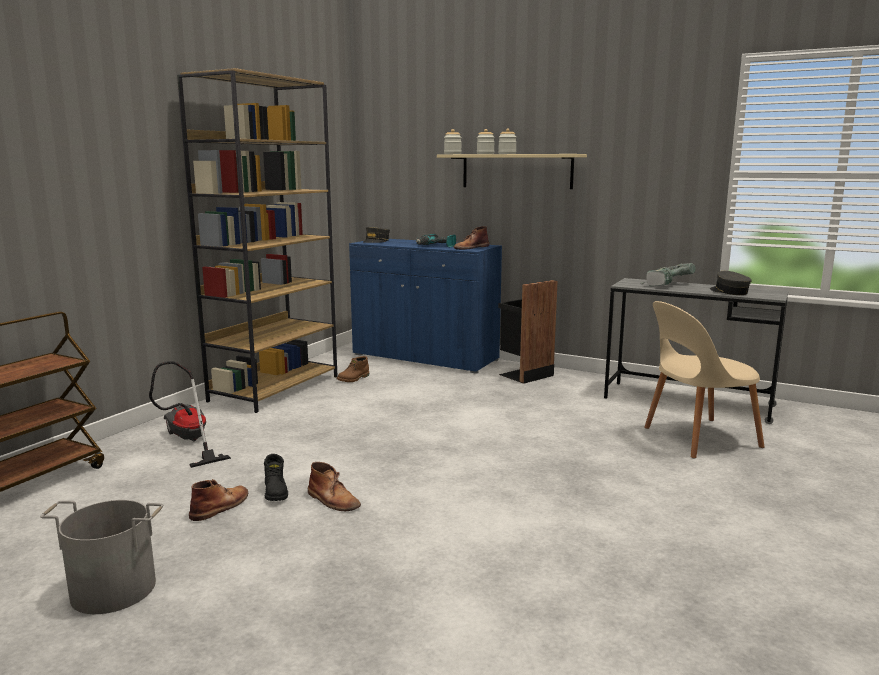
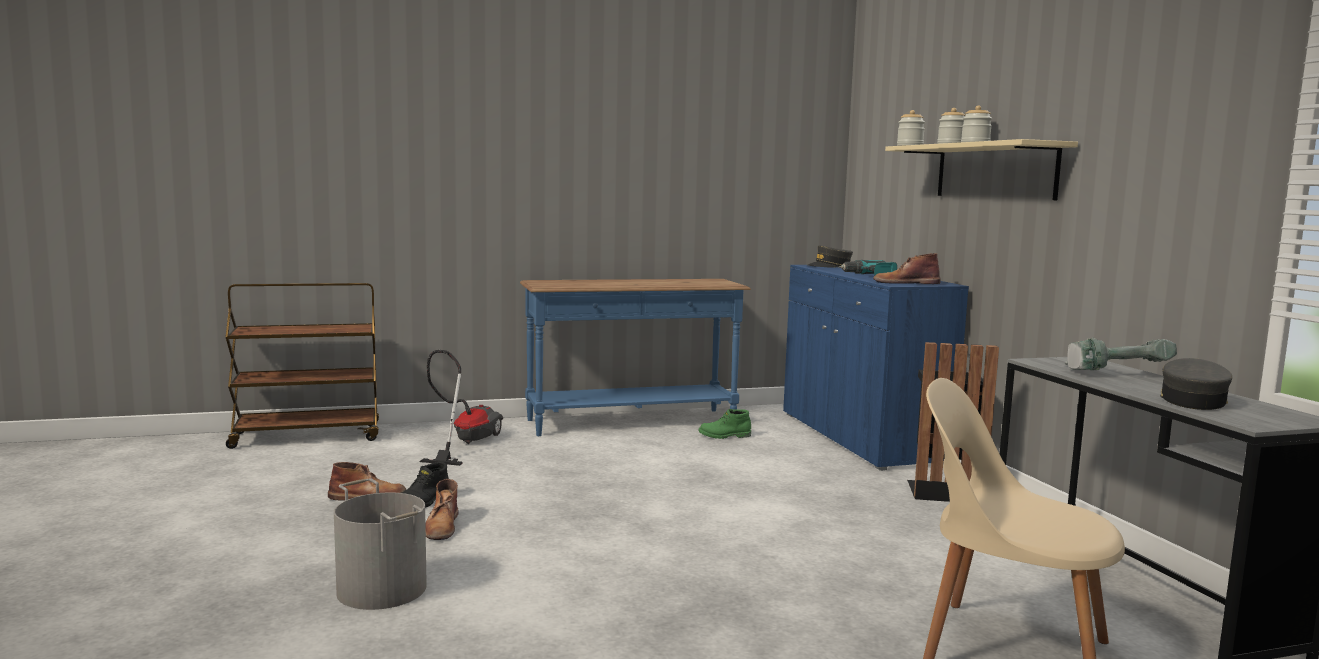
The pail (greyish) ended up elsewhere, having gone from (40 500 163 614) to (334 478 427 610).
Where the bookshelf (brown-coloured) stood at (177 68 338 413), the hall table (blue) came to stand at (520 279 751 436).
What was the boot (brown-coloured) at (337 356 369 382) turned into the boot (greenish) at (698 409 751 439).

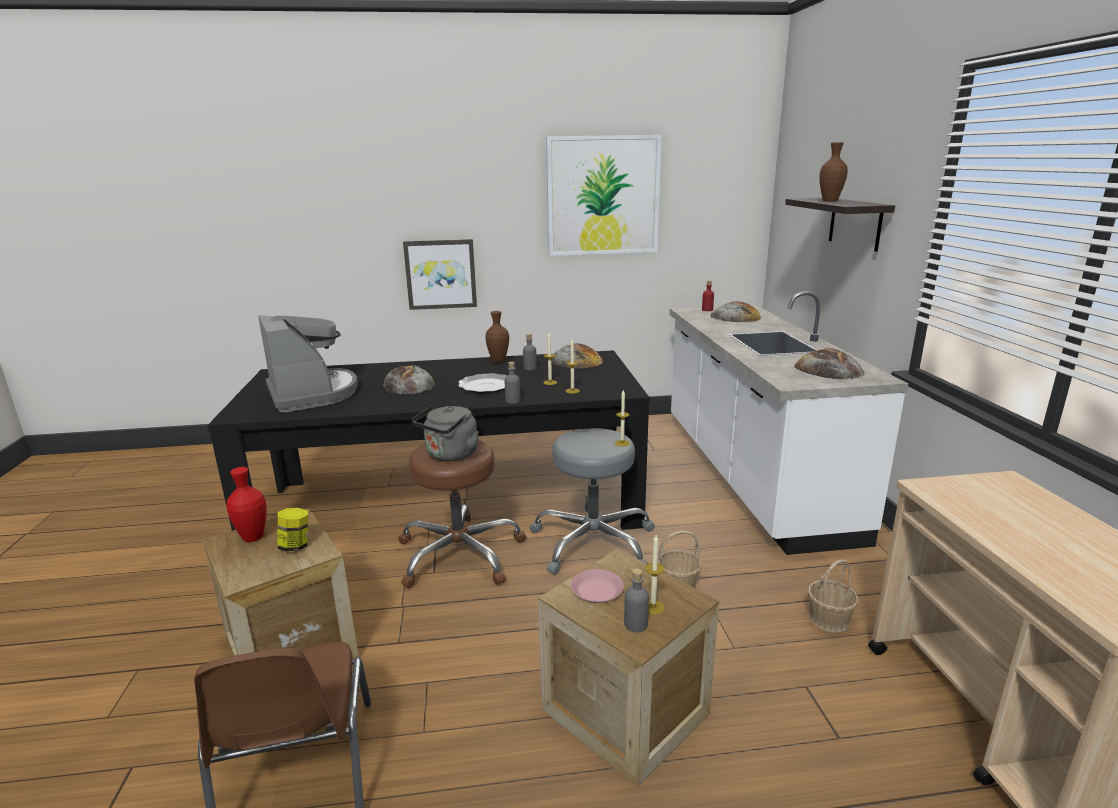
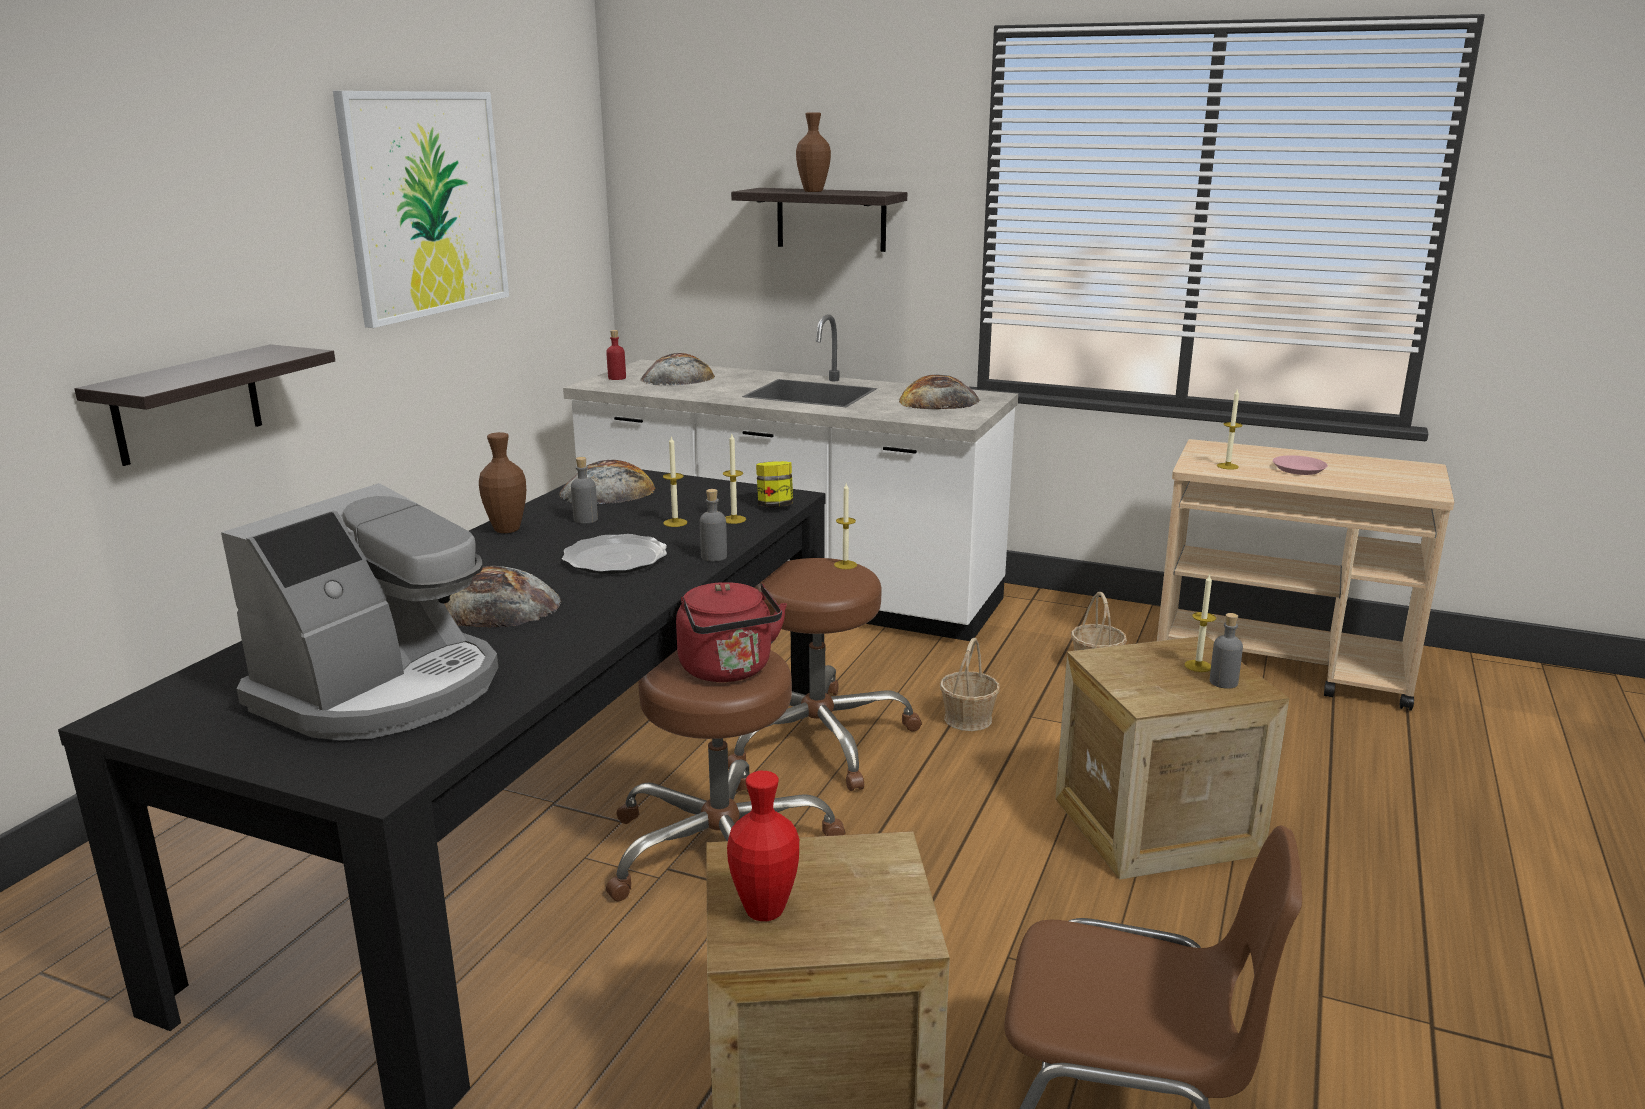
The coffee machine at (258 315 358 412) ended up facing another way, 120 degrees clockwise from before.
The preserve jar ended up elsewhere, having gone from (277 508 308 552) to (756 461 793 507).
Where the picture hung at (403 239 477 310), the shelf came to hang at (74 344 335 466).
What was the tea kettle (greyish) at (412 405 479 461) turned into the tea kettle (red) at (676 582 787 682).
What was the stool seat (greyish) at (530 428 655 575) turned into the stool seat (brown-coloured) at (728 558 922 791).
The flat dish (pink-coloured) ended up elsewhere, having gone from (571 569 624 603) to (1273 455 1328 475).
The second view gained the wax light at (1217 388 1243 470).

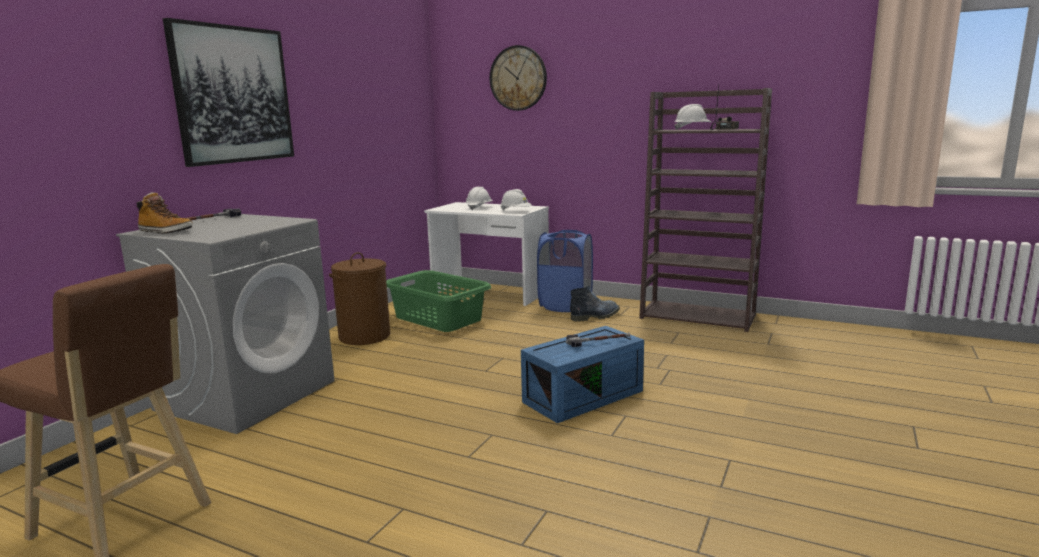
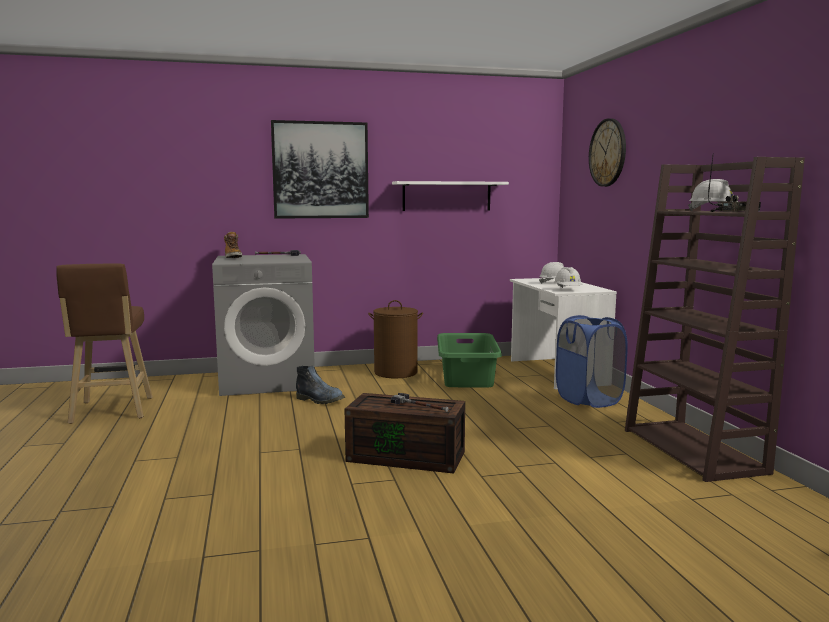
What was the storage container (blue) at (521 326 644 423) turned into the storage container (brown-coloured) at (345 393 465 474).
The boot ended up elsewhere, having gone from (570 286 620 322) to (296 366 345 404).
The second view gained the shelf (white) at (392 181 509 211).

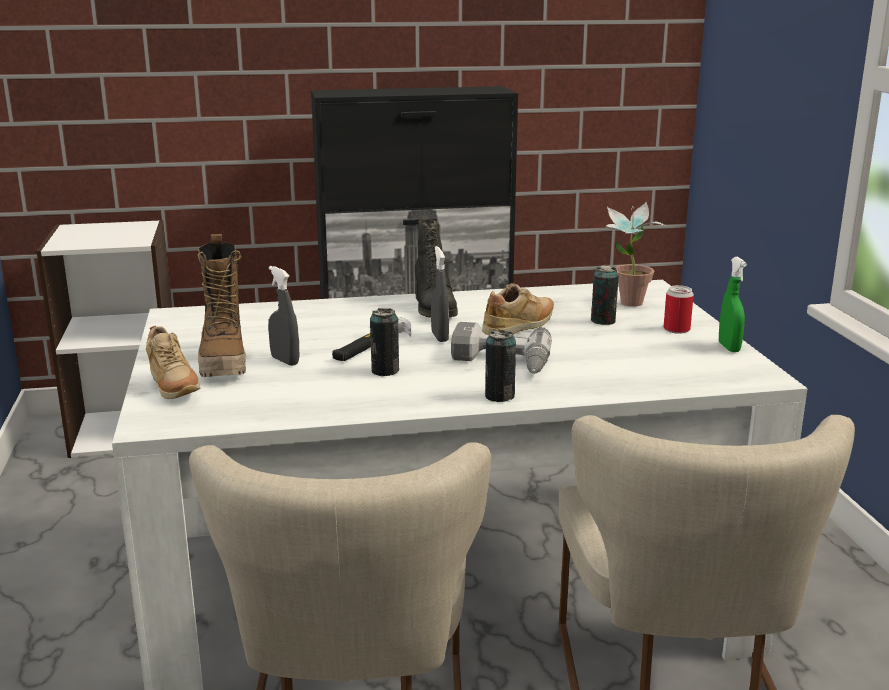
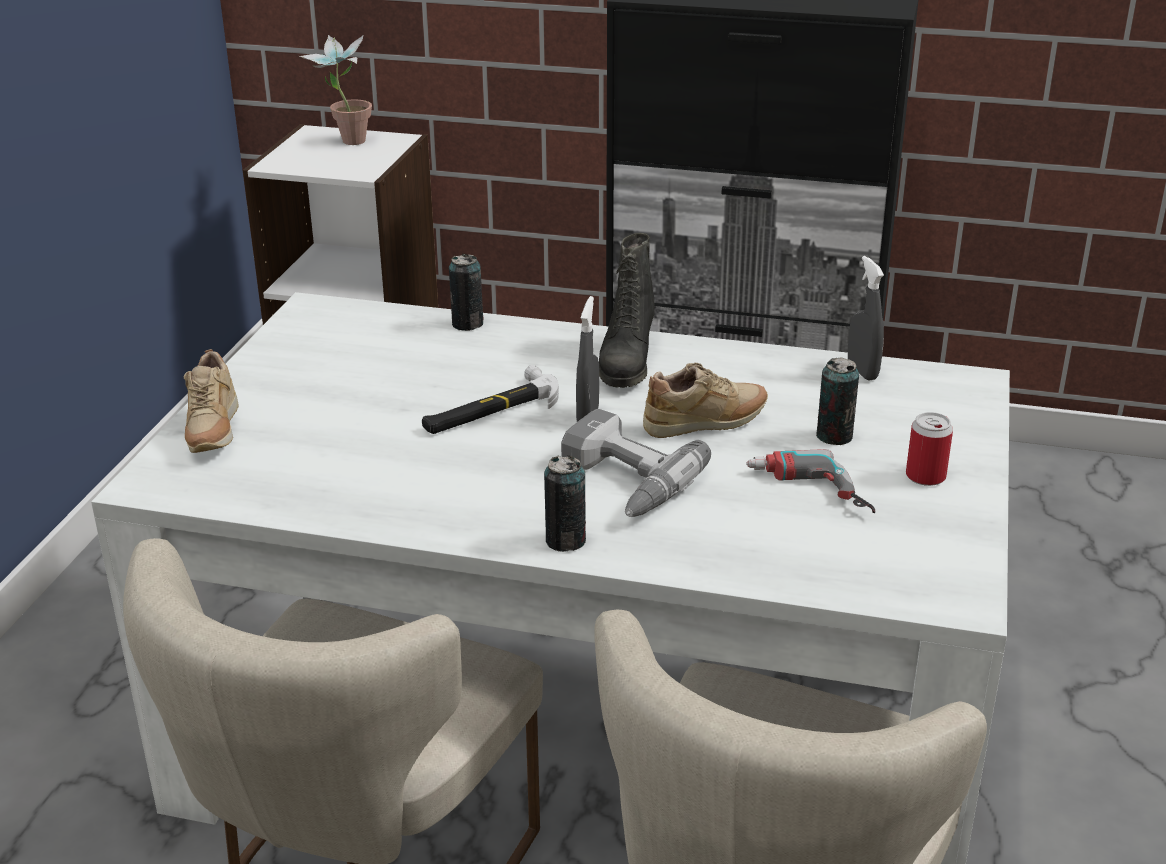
The second view lost the boot at (198 234 246 377).
The sprayer (greyish) ended up elsewhere, having gone from (268 266 299 366) to (848 256 884 381).
The can ended up elsewhere, having gone from (370 308 399 376) to (449 254 483 331).
The houseplant ended up elsewhere, having gone from (606 202 666 307) to (300 34 372 145).
The second view lost the sprayer (greenish) at (719 257 747 352).
The second view gained the electric drill at (746 449 875 513).

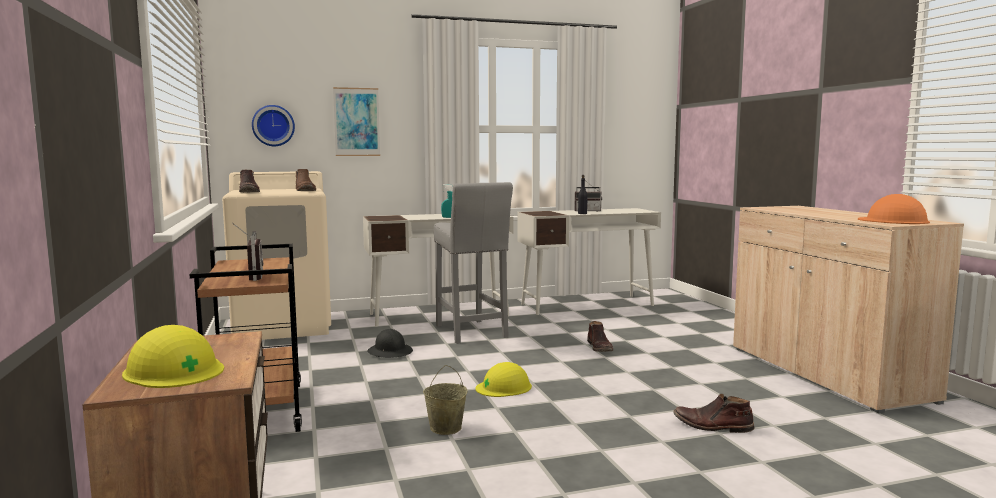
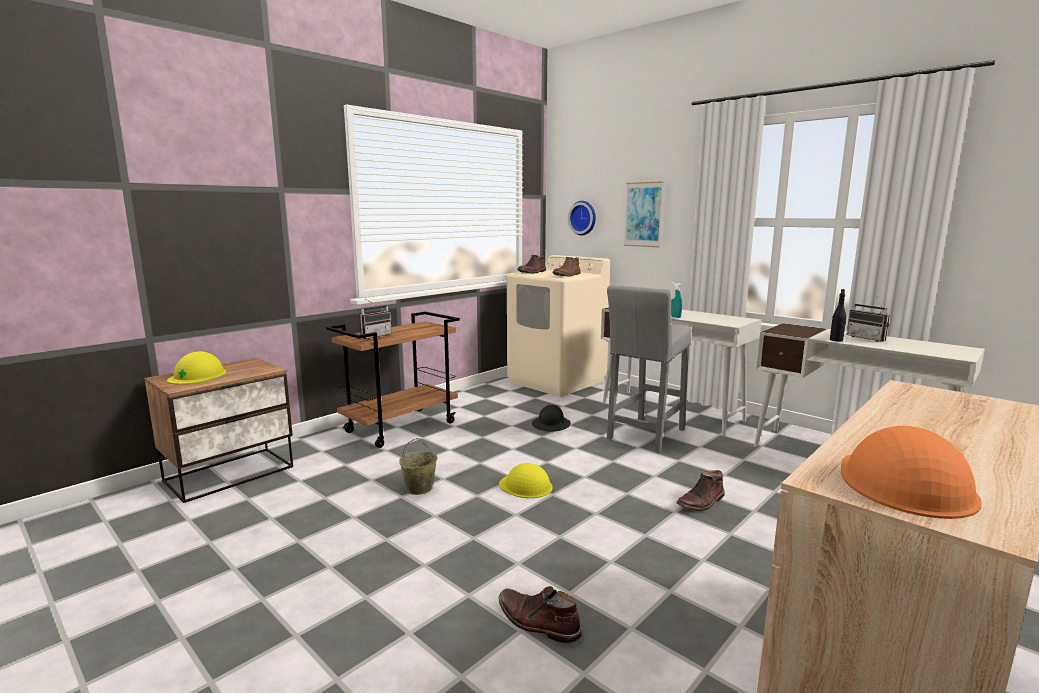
The boot (brown-coloured) at (673 394 755 433) ended up facing another way, 45 degrees counterclockwise from before.

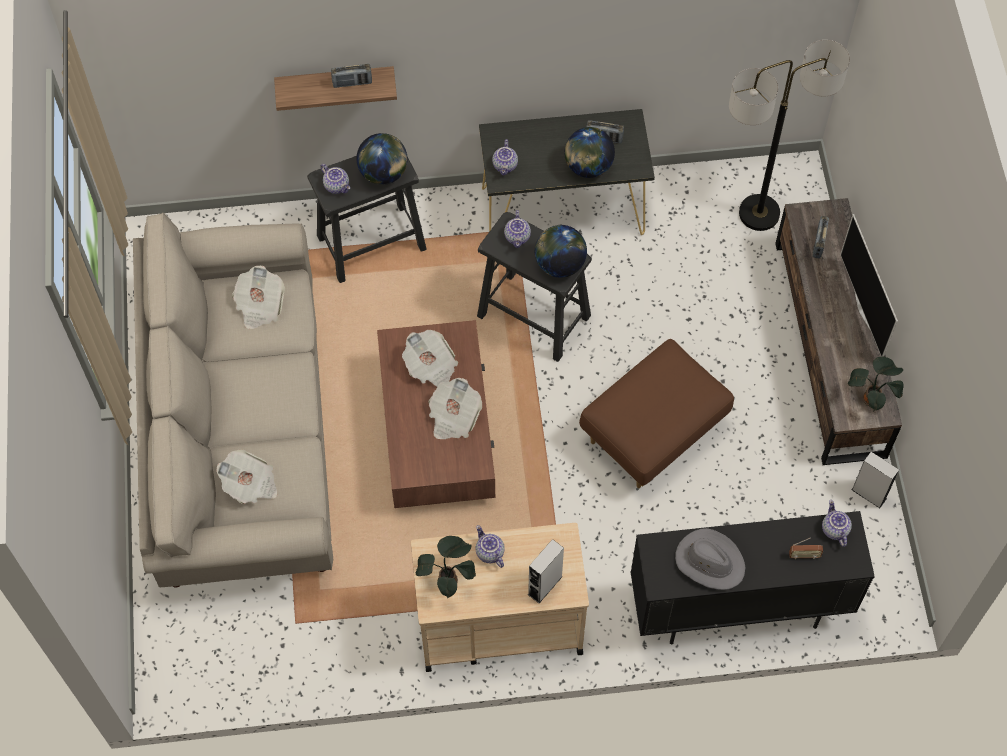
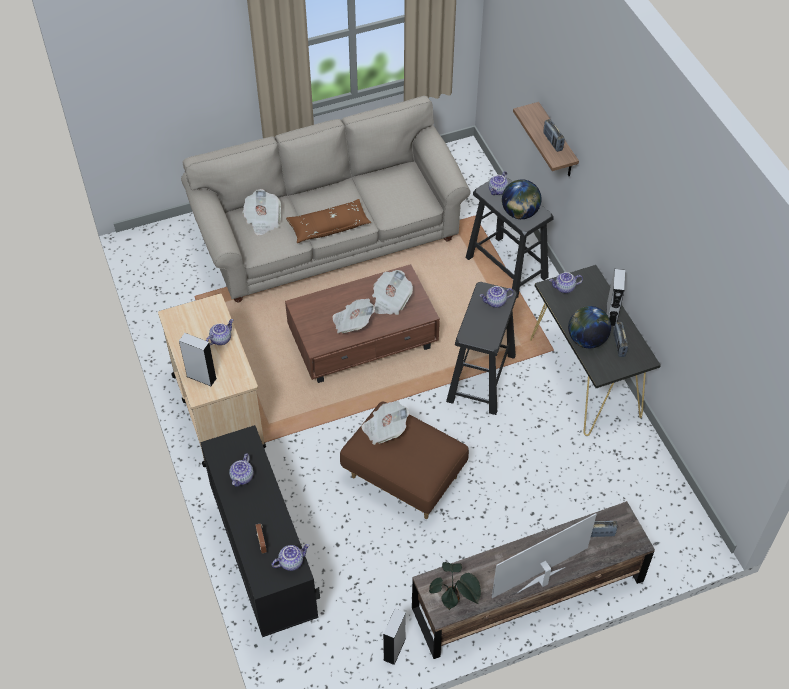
The printed paper ended up elsewhere, having gone from (232 266 285 329) to (361 401 409 445).
The second view lost the houseplant at (416 536 476 598).
The second view lost the world globe at (535 225 587 278).
Where the clothing hat (greyish) stood at (675 528 745 590), the teapot came to stand at (229 453 254 487).
The second view lost the floor lamp at (729 40 850 231).
The second view gained the throw pillow (brown-coloured) at (286 199 372 243).
The second view gained the loudspeaker (greyish) at (606 269 625 327).

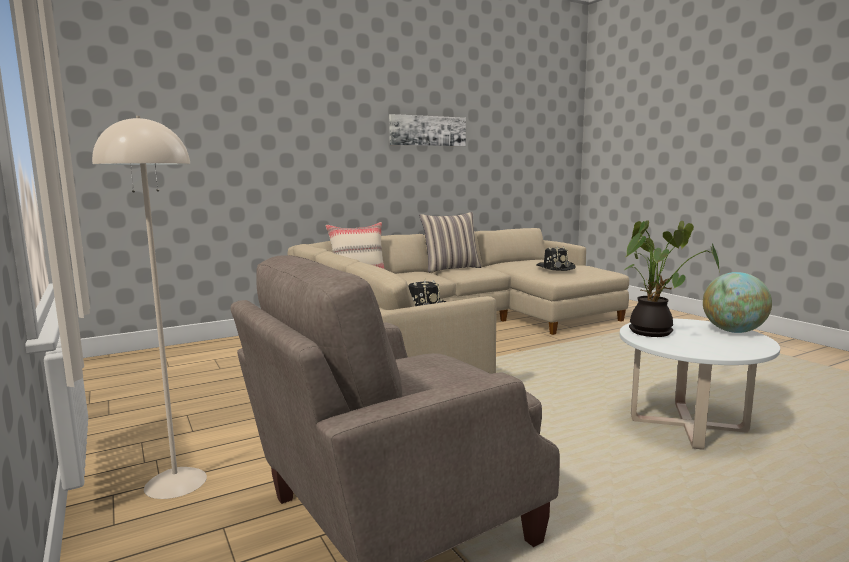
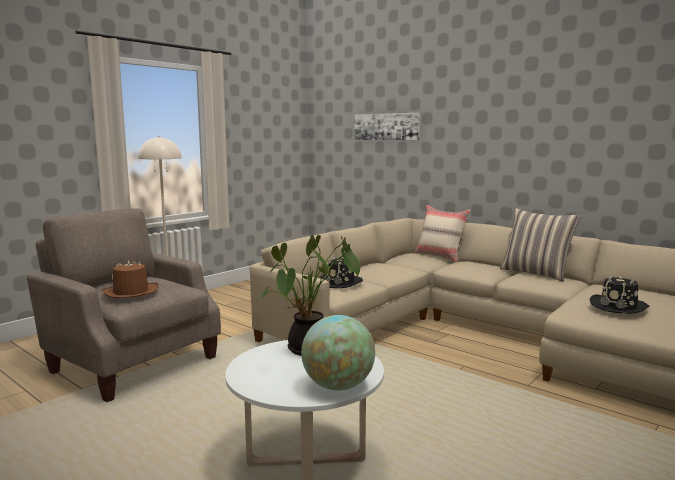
The picture ended up elsewhere, having gone from (389 114 466 146) to (355 113 420 140).
The second view gained the clothing hat (brown-coloured) at (102 260 159 298).

